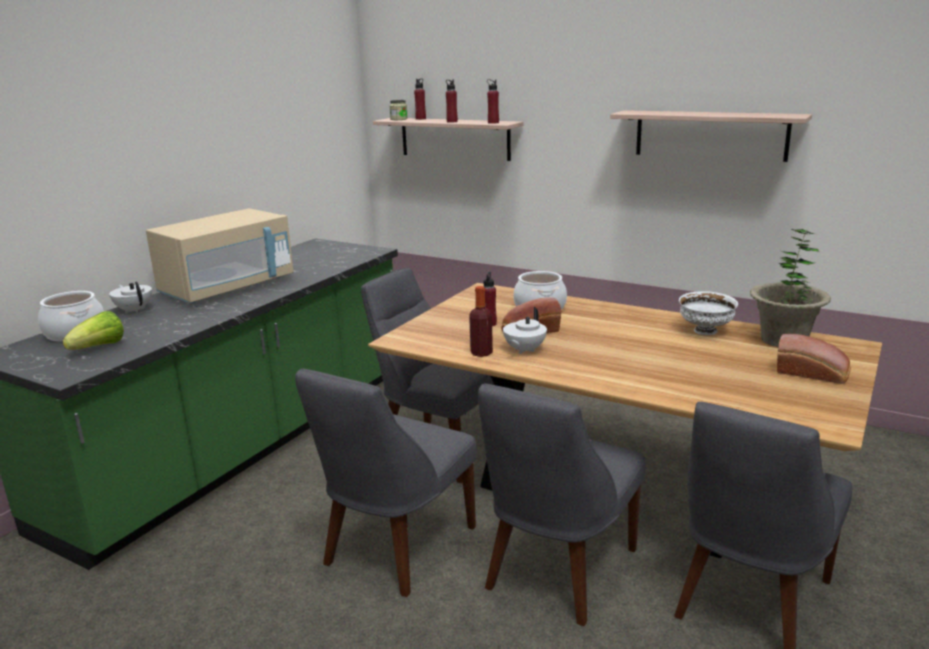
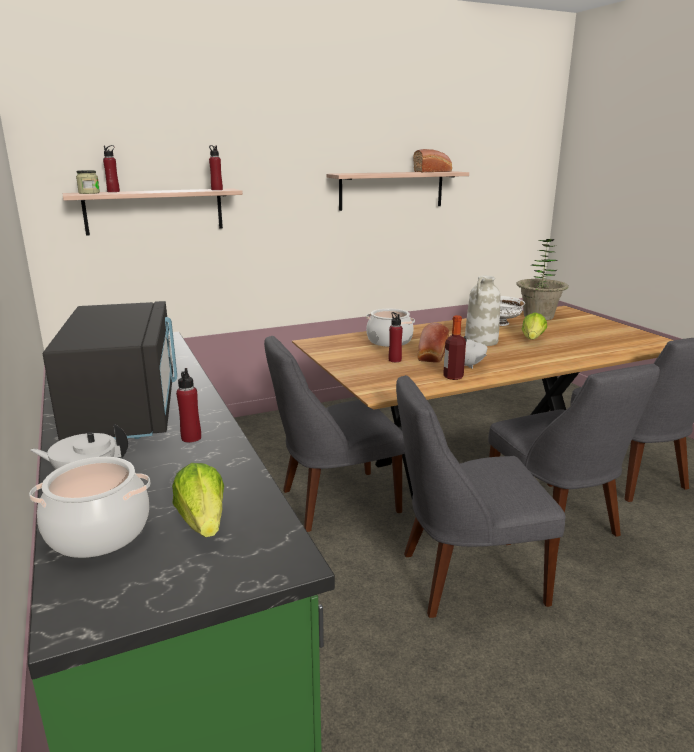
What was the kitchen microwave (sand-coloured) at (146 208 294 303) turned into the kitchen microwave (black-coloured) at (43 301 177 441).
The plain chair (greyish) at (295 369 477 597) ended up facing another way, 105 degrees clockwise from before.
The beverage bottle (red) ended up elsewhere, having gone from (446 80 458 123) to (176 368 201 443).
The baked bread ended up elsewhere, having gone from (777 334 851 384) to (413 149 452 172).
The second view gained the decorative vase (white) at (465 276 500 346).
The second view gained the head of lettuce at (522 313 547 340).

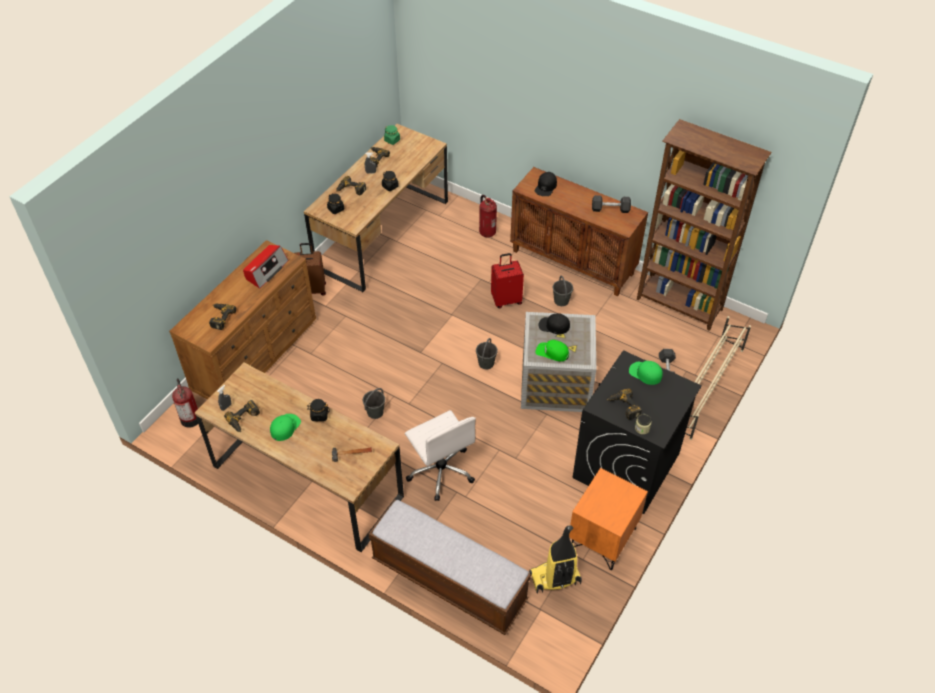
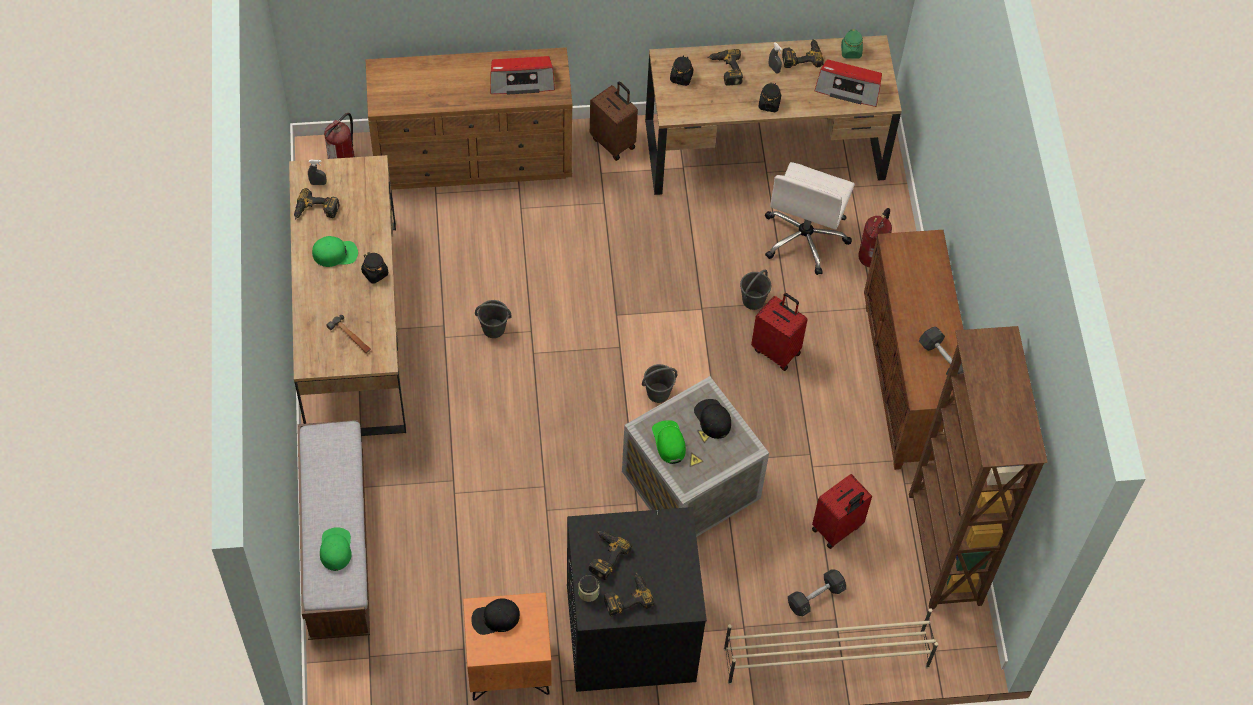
The electric drill ended up elsewhere, having gone from (209 303 237 330) to (604 572 654 616).
The desk chair (white) ended up elsewhere, having gone from (405 410 476 501) to (765 162 855 275).
The second view lost the hoover at (529 525 582 594).
The cap (black-coloured) ended up elsewhere, having gone from (535 172 557 196) to (471 598 520 635).
The pail (greyish) ended up elsewhere, having gone from (553 276 573 306) to (740 270 771 310).
The cap (greenish) ended up elsewhere, having gone from (629 361 663 385) to (320 527 352 571).
The second view gained the travel case (red) at (812 474 872 549).
The second view gained the radio set at (814 59 882 107).

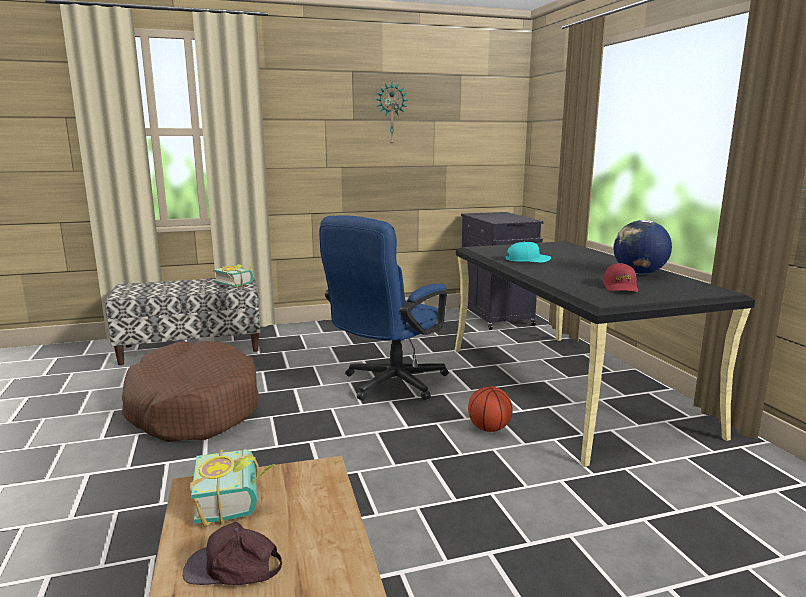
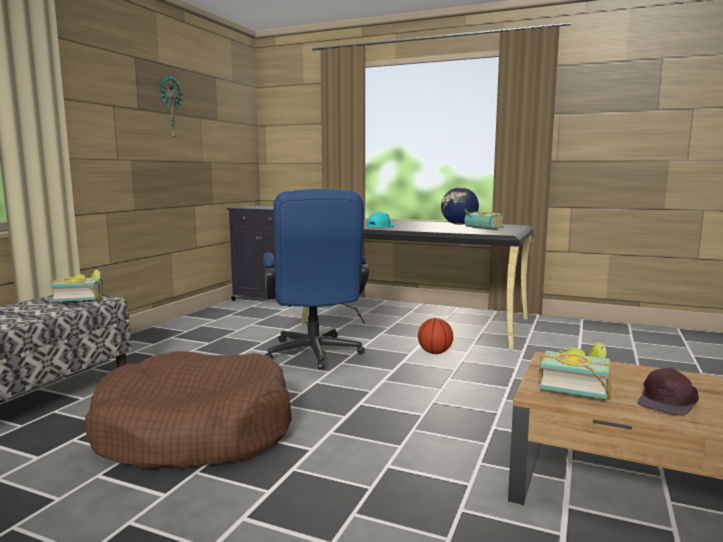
Where the cap (red) stood at (603 263 638 292), the bound book came to stand at (464 209 505 230).

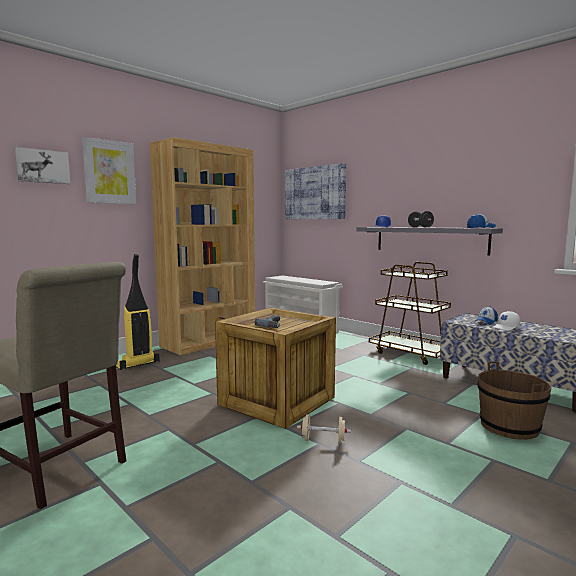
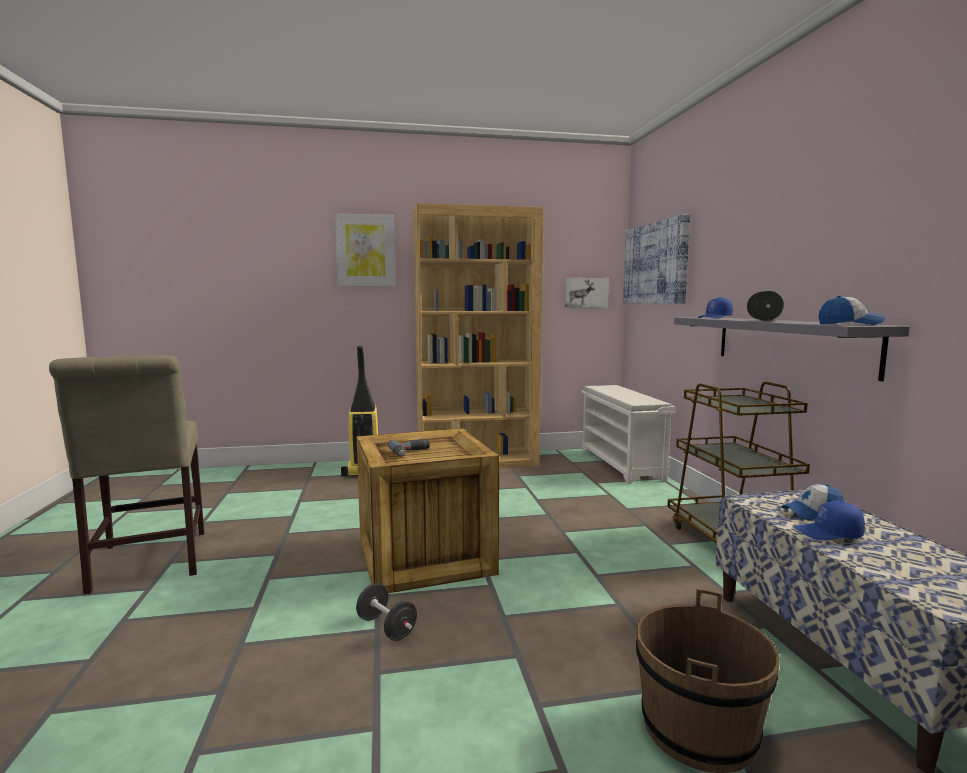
The picture ended up elsewhere, having gone from (15 147 70 184) to (565 278 609 308).
What was the dumbbell (sand-coloured) at (297 414 351 444) turned into the dumbbell (black-coloured) at (356 583 417 641).
What was the cap (white) at (493 311 520 331) turned into the cap (blue) at (795 501 865 540).

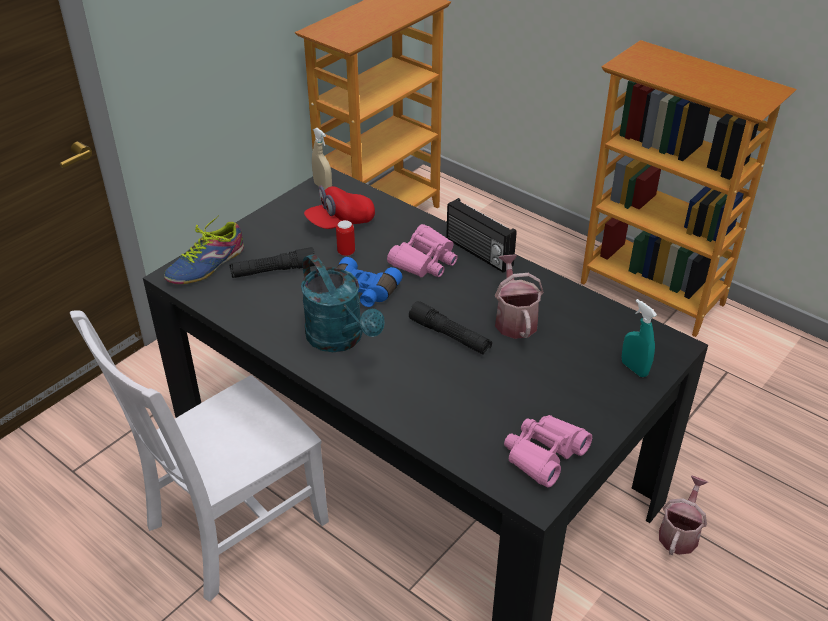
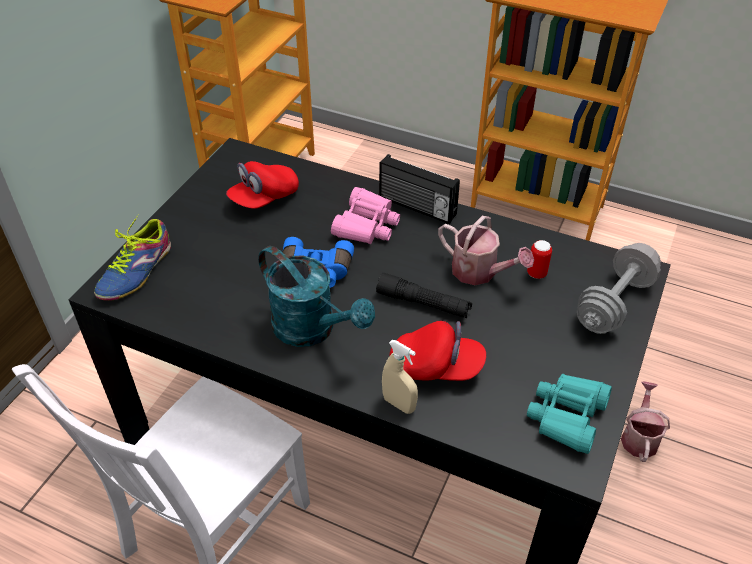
The second view lost the hand torch (black-coloured) at (229 247 315 278).
The sprayer (sand-coloured) ended up elsewhere, having gone from (312 128 332 190) to (382 340 418 414).
The can ended up elsewhere, having gone from (336 220 355 256) to (527 240 552 279).
The watering can at (495 254 544 339) ended up facing another way, 150 degrees clockwise from before.
What was the pair of binoculars (pink-coloured) at (504 415 592 488) turned into the pair of binoculars (turquoise) at (527 374 612 454).
Where the sprayer (turquoise) stood at (622 299 657 377), the dumbbell (greyish) came to stand at (577 243 661 334).
The second view gained the cap (red) at (390 321 486 381).

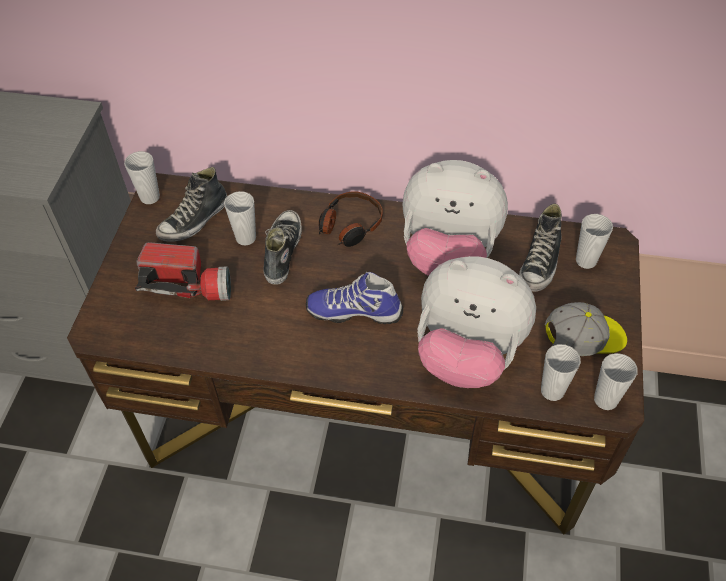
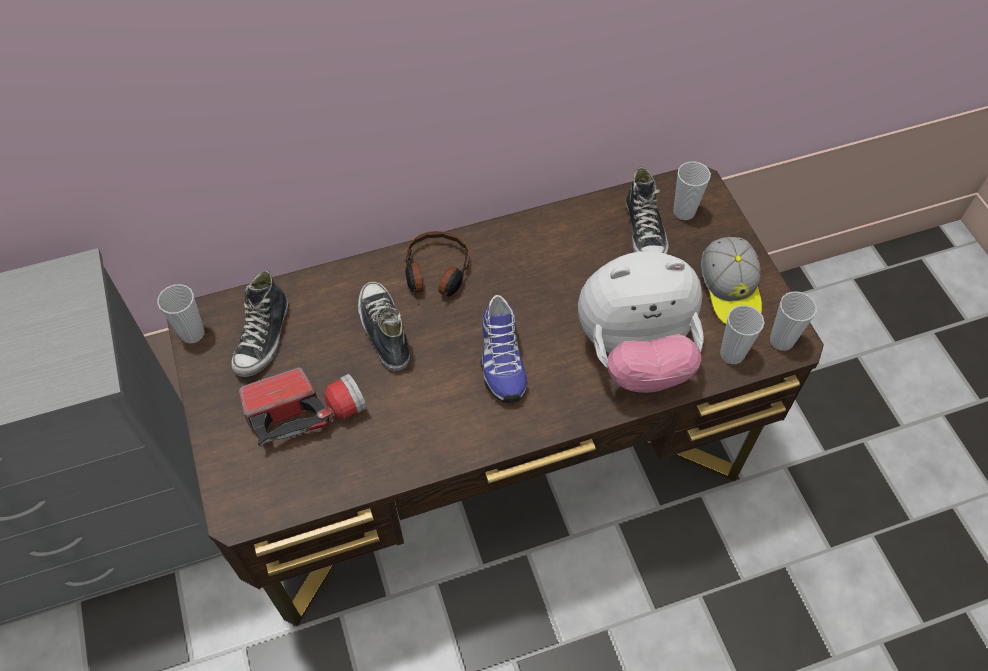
The second view lost the cup at (224 191 256 245).
The item of footwear at (306 271 403 324) ended up facing another way, 75 degrees counterclockwise from before.
The second view lost the cuddly toy at (403 160 508 276).
The cap at (545 302 627 356) ended up facing another way, 120 degrees clockwise from before.

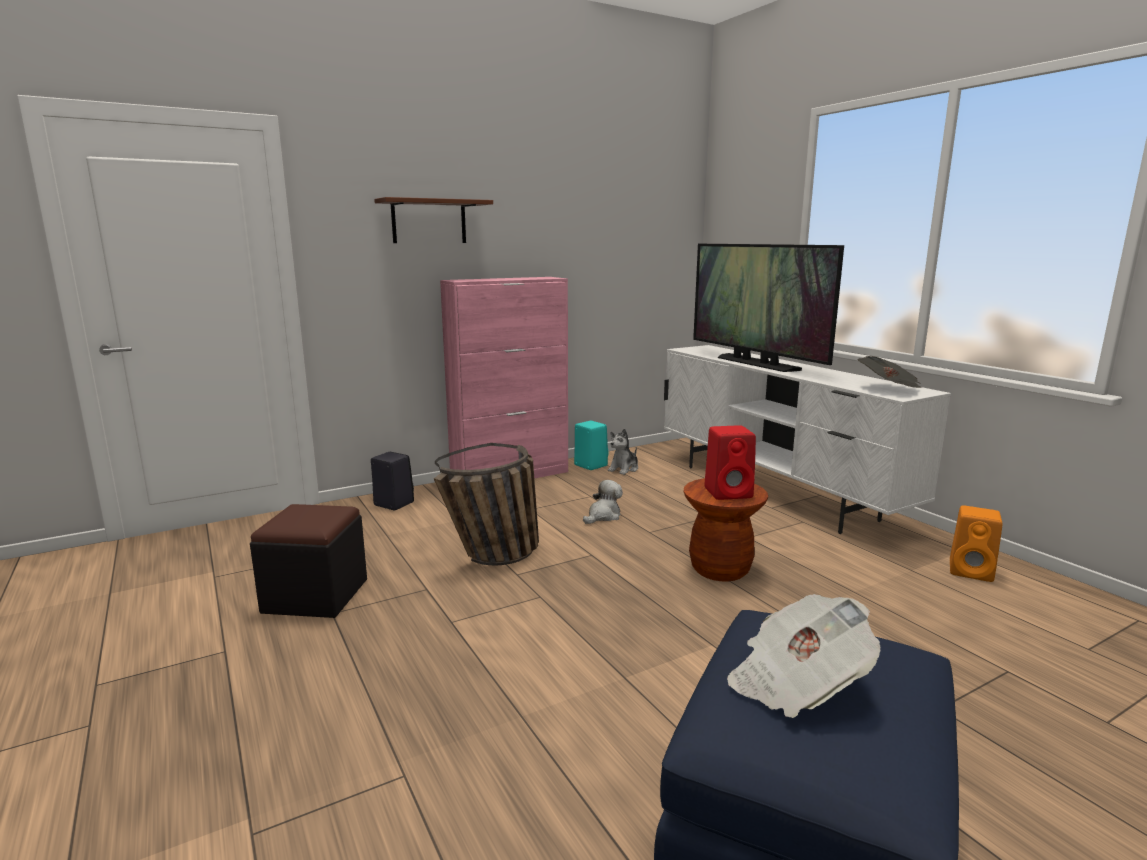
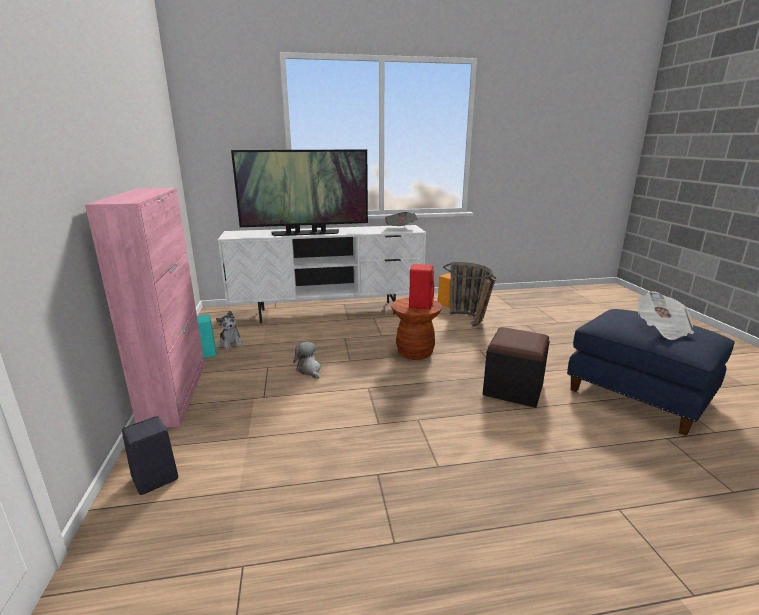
The ottoman (black-coloured) ended up elsewhere, having gone from (250 504 367 618) to (483 327 550 408).
The second view lost the shelf (brown-coloured) at (374 197 493 243).
The storage basket ended up elsewhere, having gone from (434 443 539 565) to (443 262 496 327).

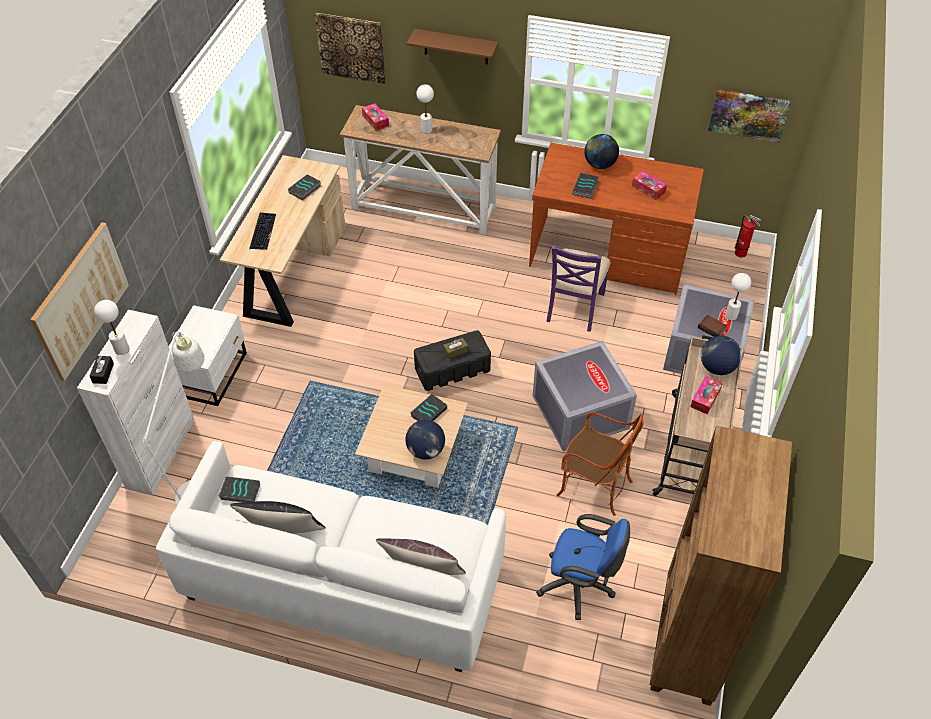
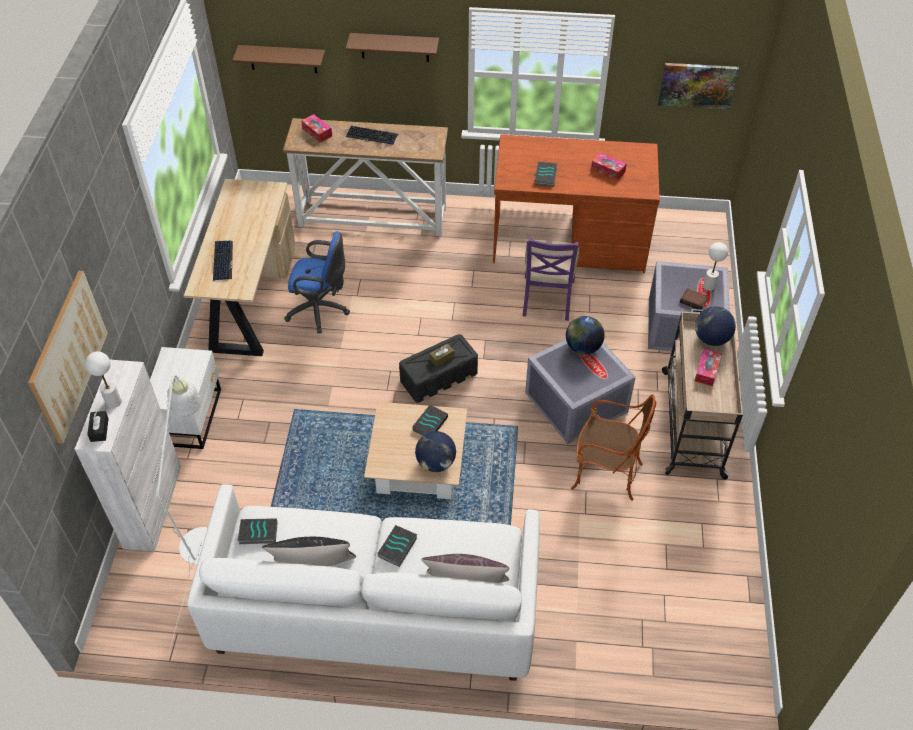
The bound book ended up elsewhere, having gone from (288 175 321 201) to (377 525 417 567).
Where the picture hung at (315 13 386 84), the shelf (brown-coloured) came to hang at (232 45 325 73).
Where the tabletop lamp (white) stood at (416 84 434 134), the keyboard came to stand at (346 126 398 145).
The desk chair (blue) ended up elsewhere, having gone from (536 514 630 620) to (284 231 350 333).
The world globe ended up elsewhere, having gone from (584 134 619 169) to (566 316 604 355).
The second view lost the bookshelf (brown-coloured) at (650 426 792 706).
The second view lost the extinguisher at (735 215 761 258).

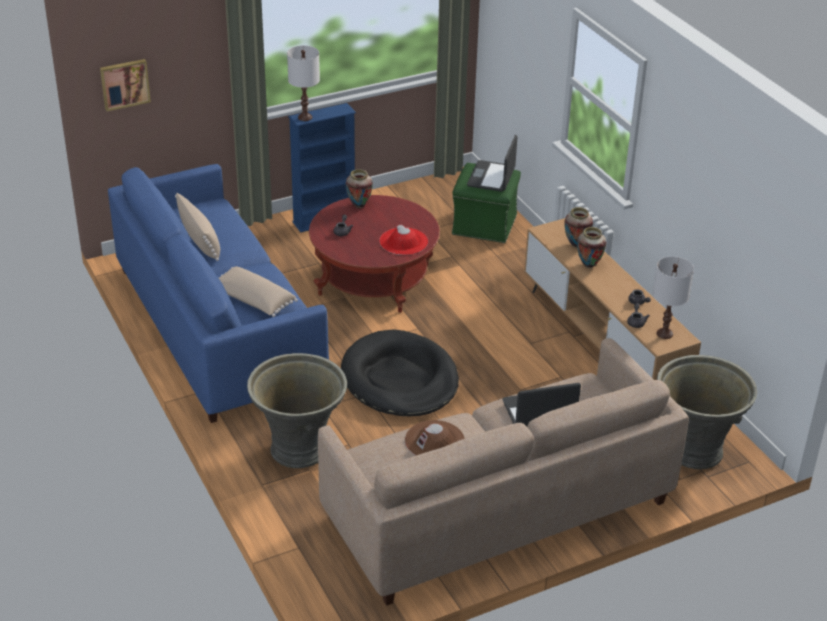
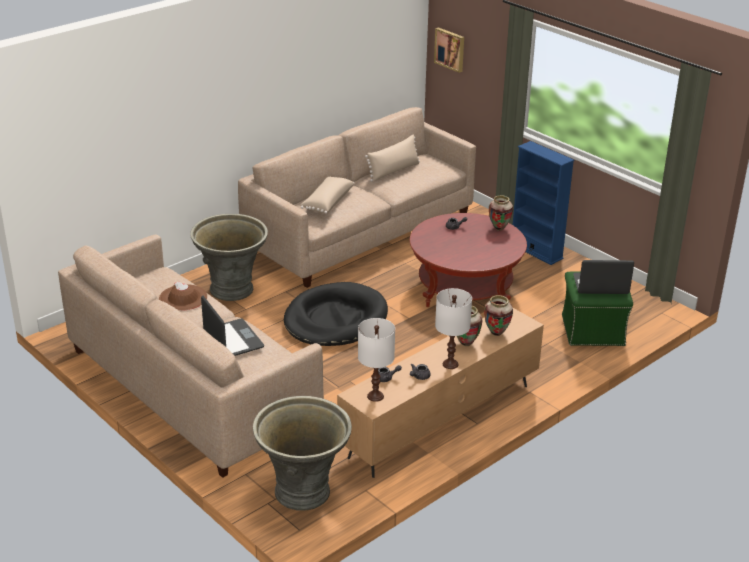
What was the couch (blue) at (108 164 329 423) turned into the couch (sand-coloured) at (238 107 476 288).
The tabletop lamp (white) ended up elsewhere, having gone from (287 45 320 121) to (435 288 472 369).
The second view lost the clothing hat (red) at (379 225 428 255).

